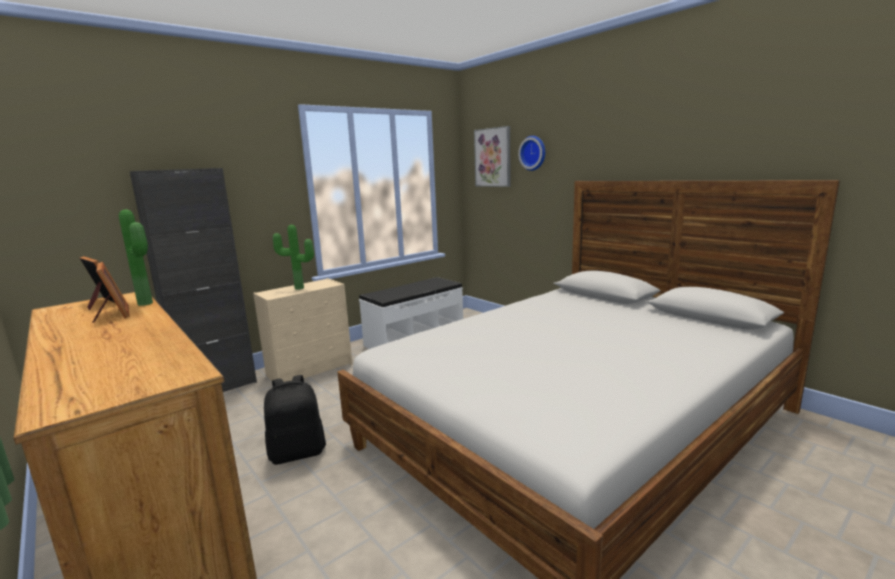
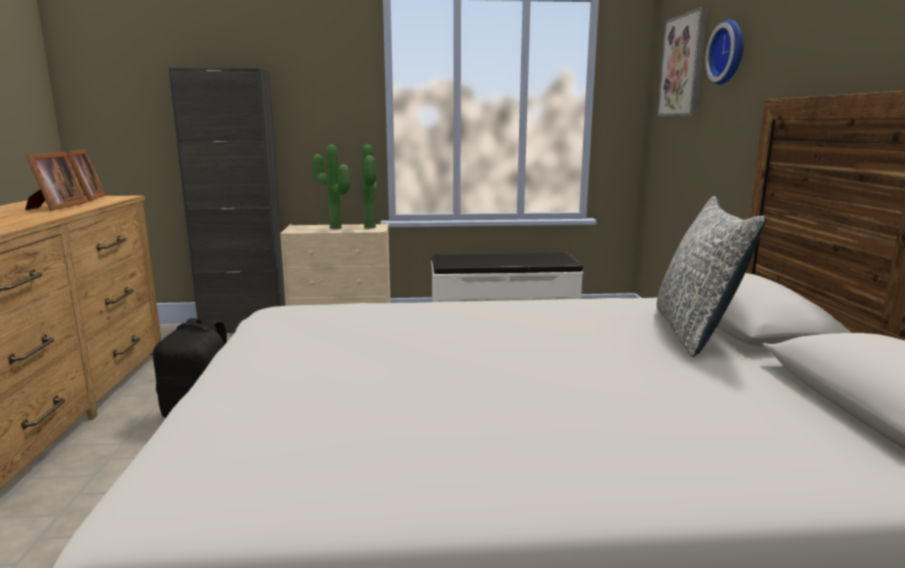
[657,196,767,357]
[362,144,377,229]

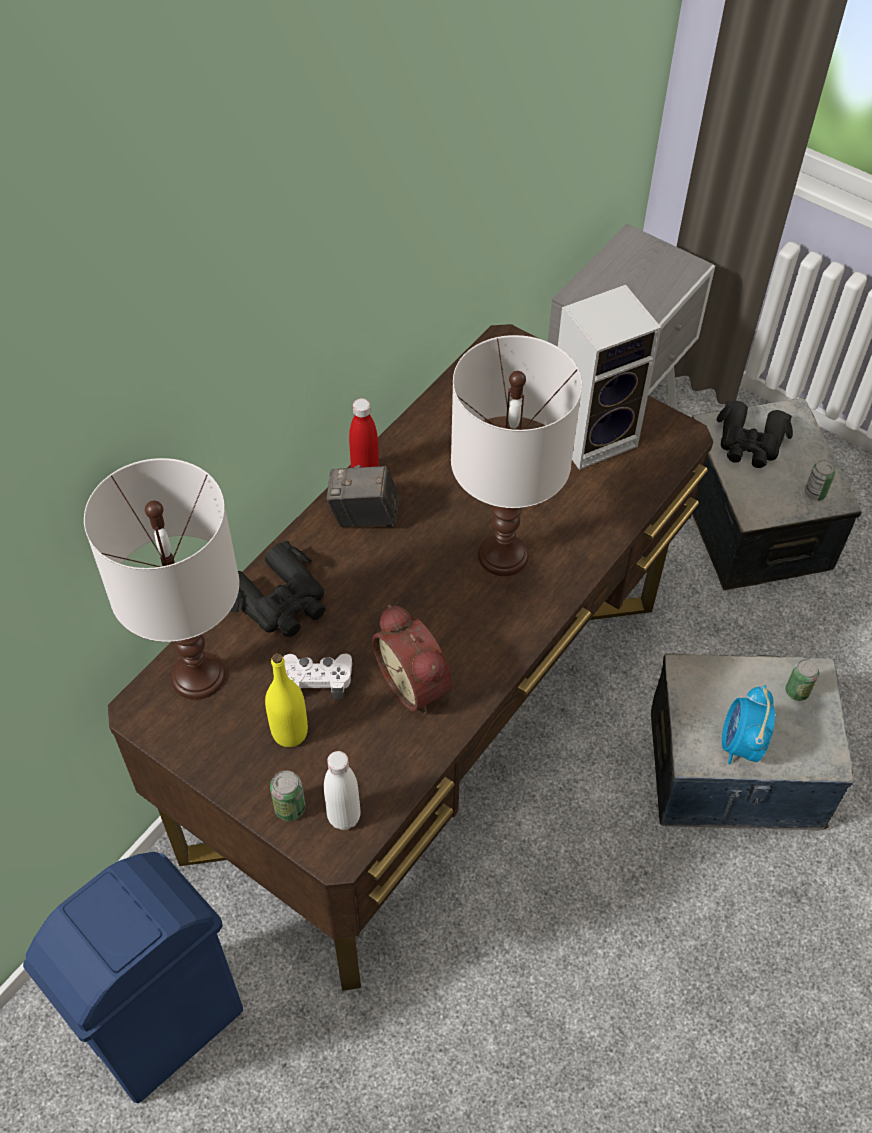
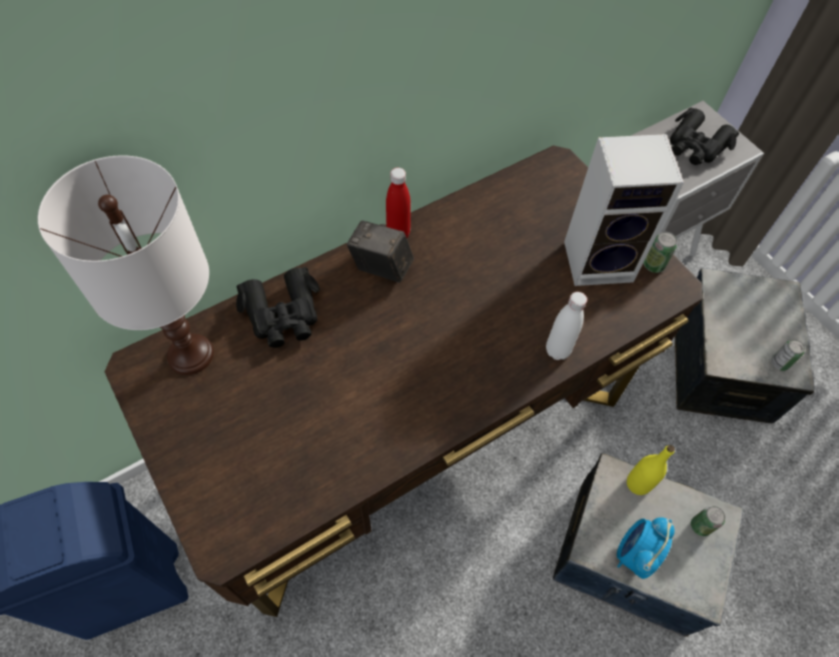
[283,654,352,699] (first image)
[372,605,453,714] (first image)
[451,335,582,576] (first image)
[627,445,675,495]
[643,232,677,273]
[546,292,587,360]
[670,107,739,165]

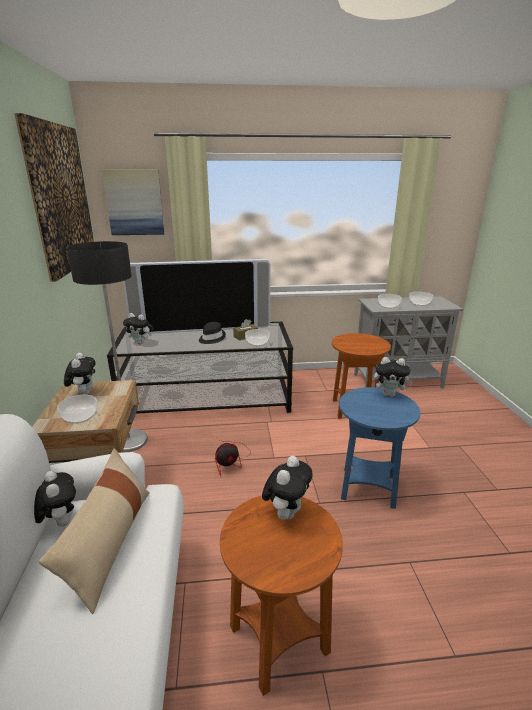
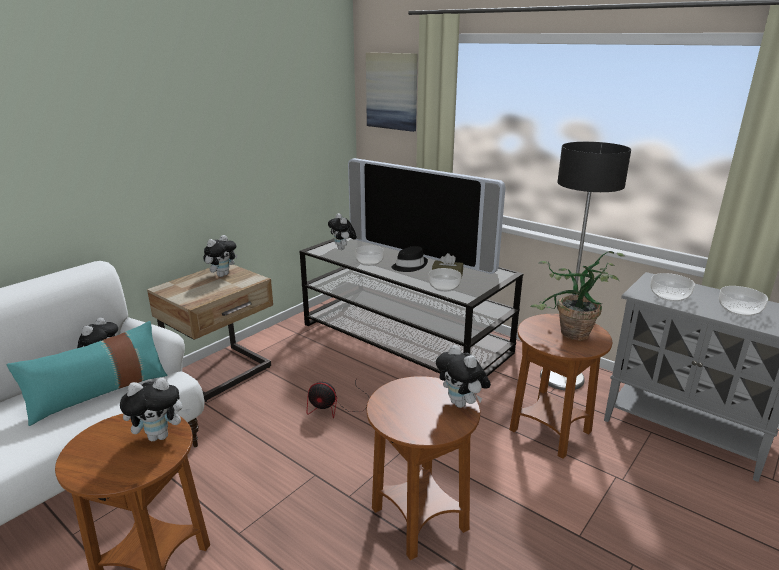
[14,113,94,282] (first image)
[530,251,626,341]
[355,245,384,266]
[540,142,631,390]
[7,321,168,426]
[367,376,480,560]

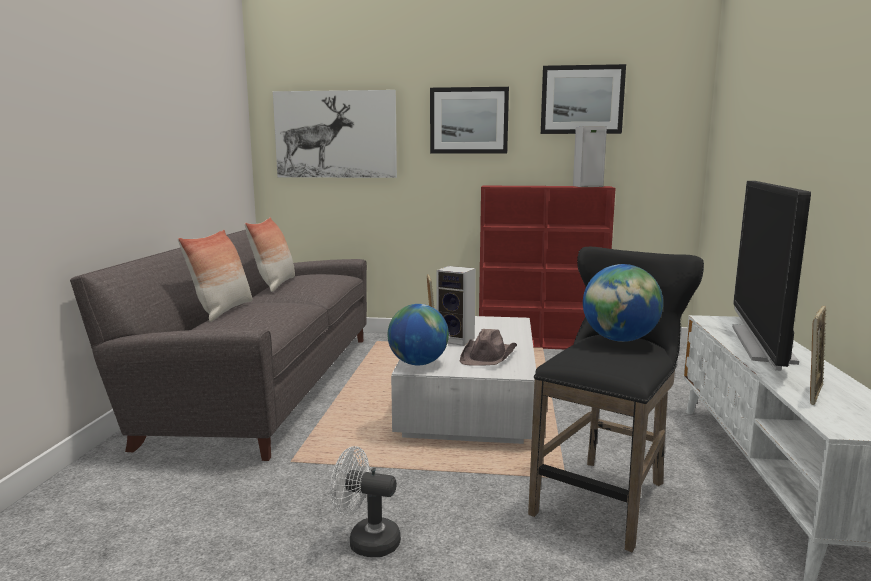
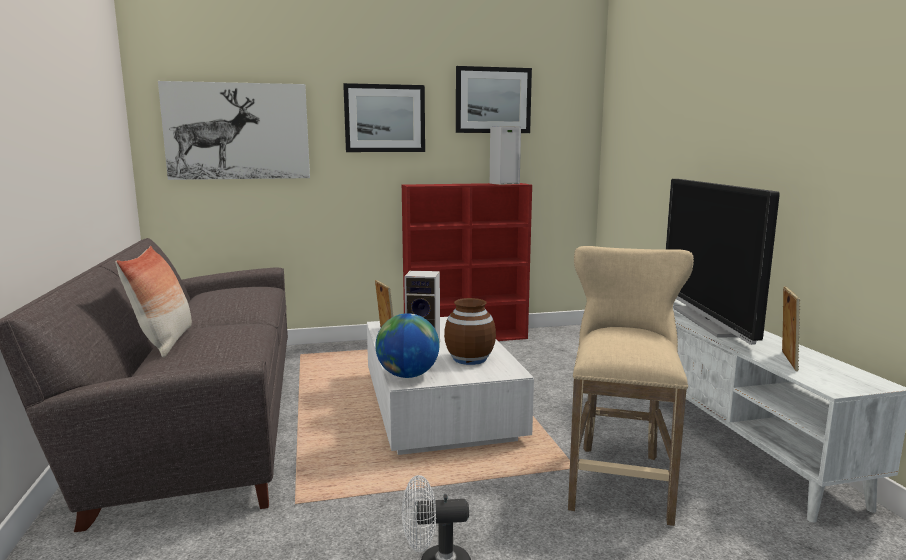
[245,217,295,292] (first image)
[583,264,663,342] (first image)
[444,298,496,365]
[568,246,694,526]

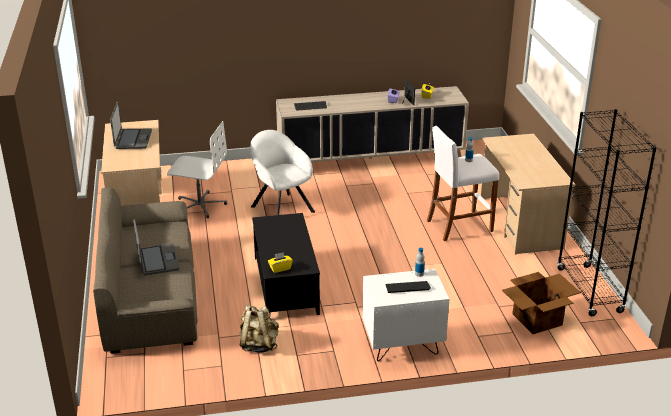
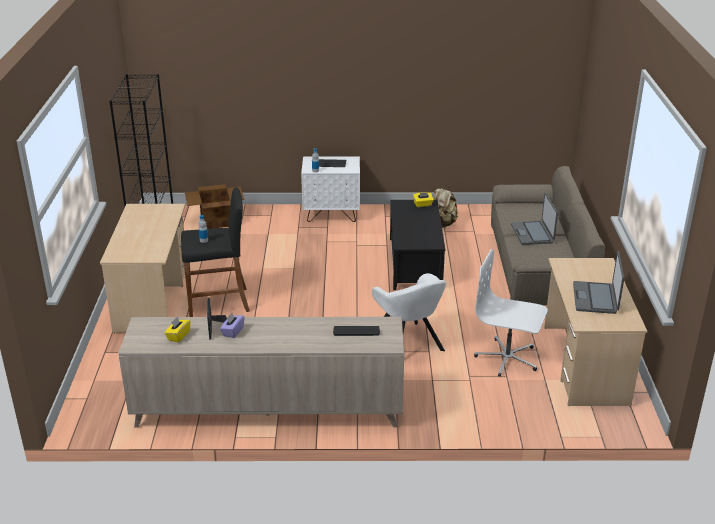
[181,187,250,317]

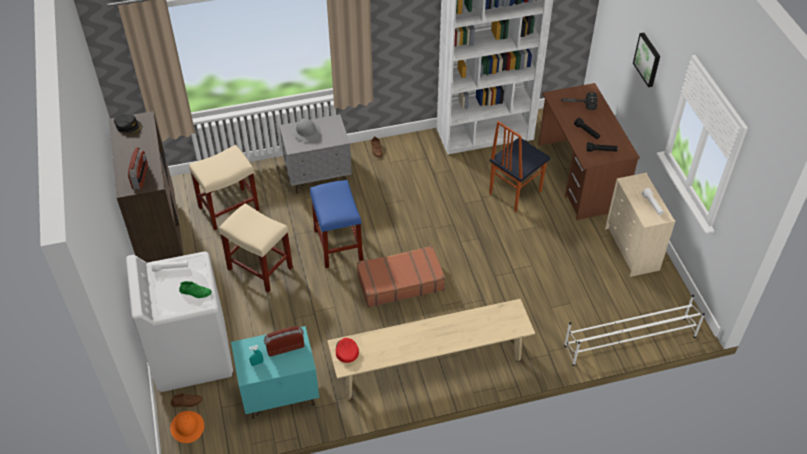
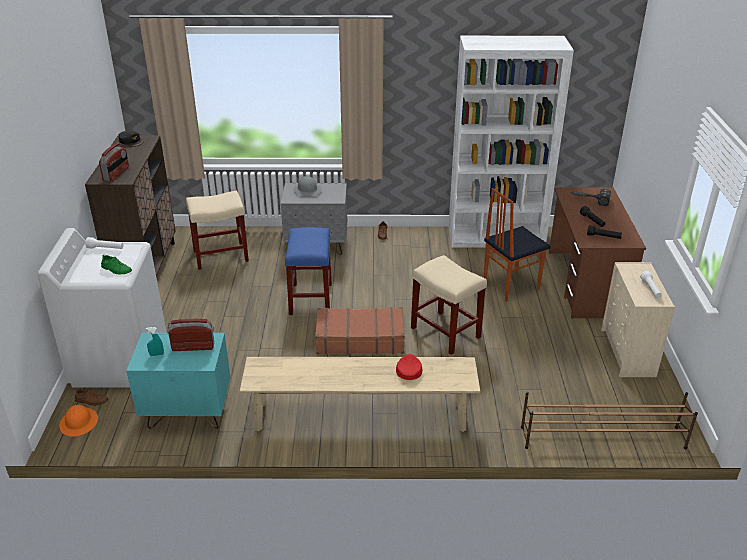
[633,33,660,87] (first image)
[411,255,487,355]
[396,354,422,380]
[521,392,698,449]

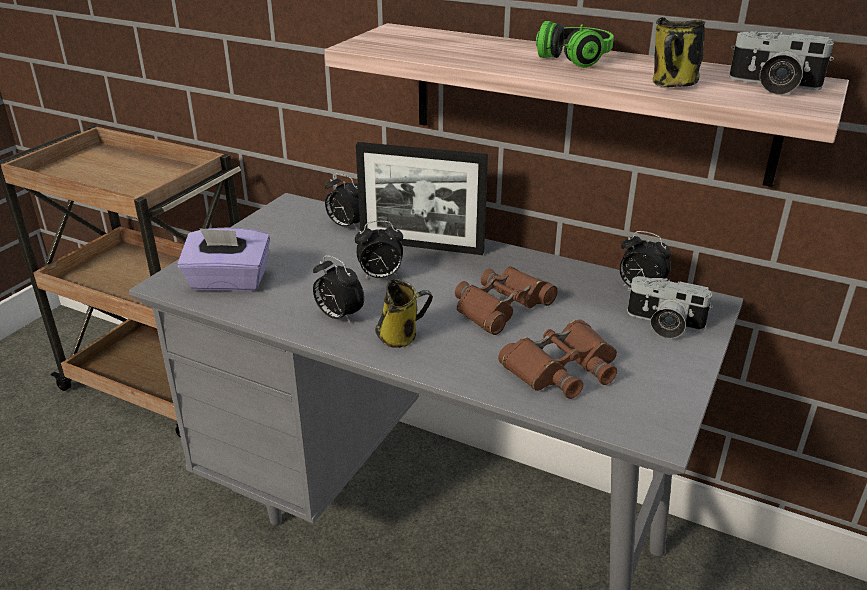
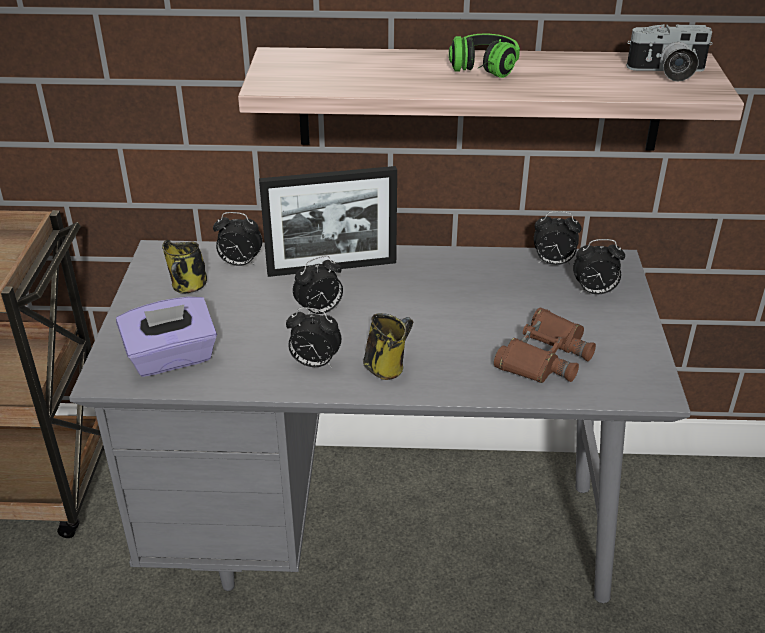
[455,266,558,335] (first image)
[162,240,207,293]
[573,239,625,294]

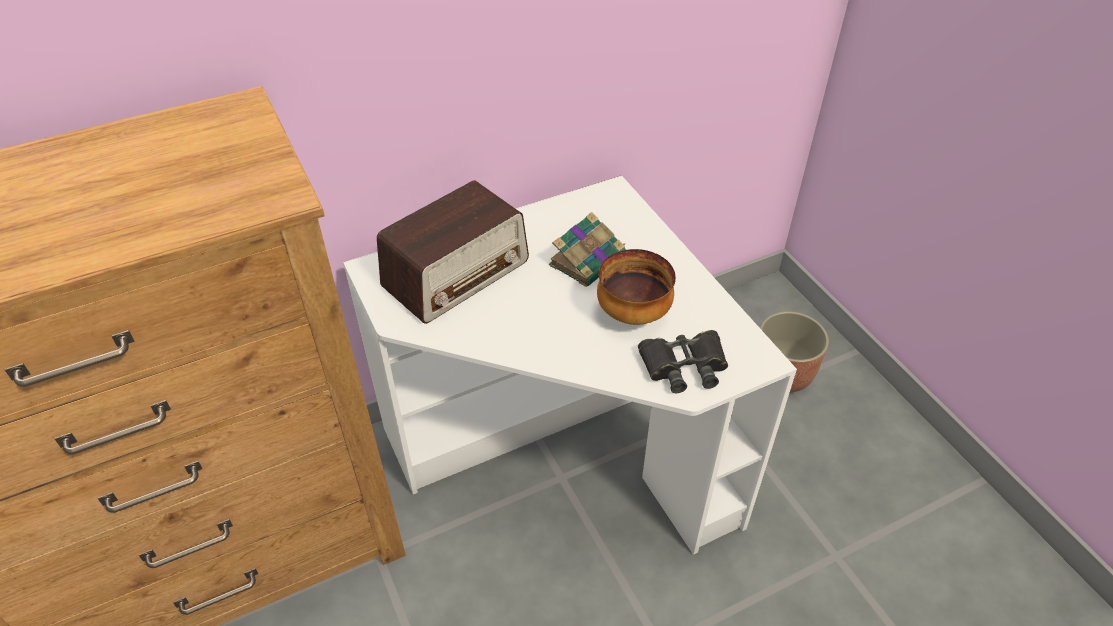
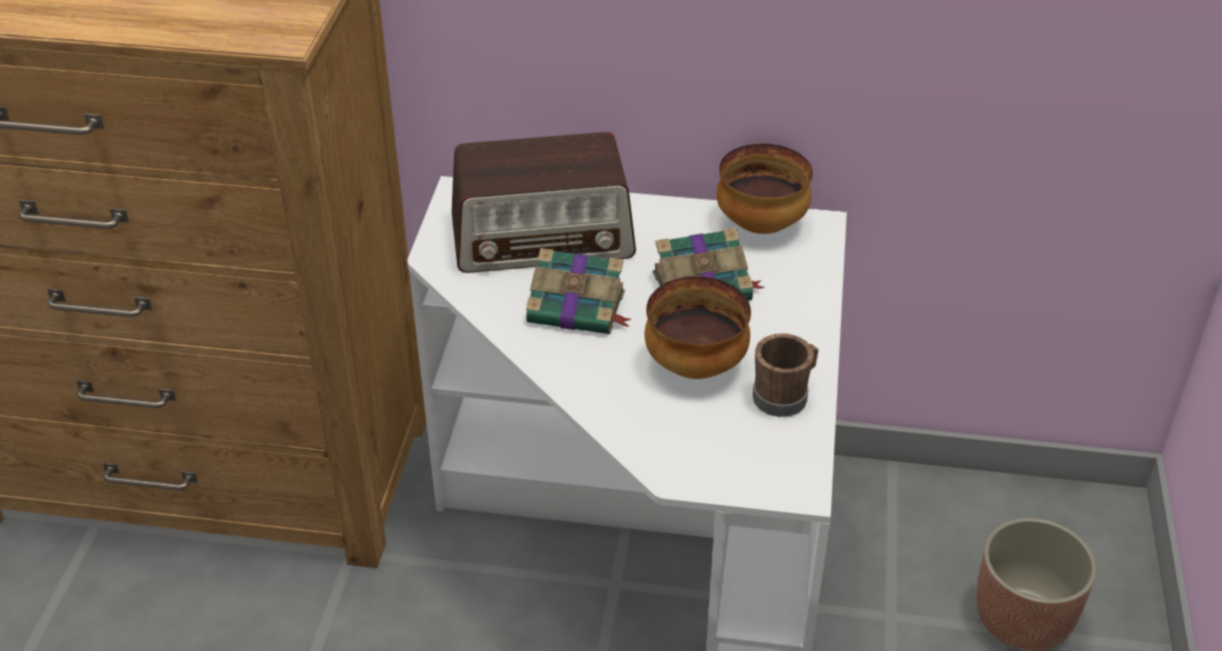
[638,330,728,393] (first image)
[526,248,631,334]
[717,144,813,234]
[753,333,819,417]

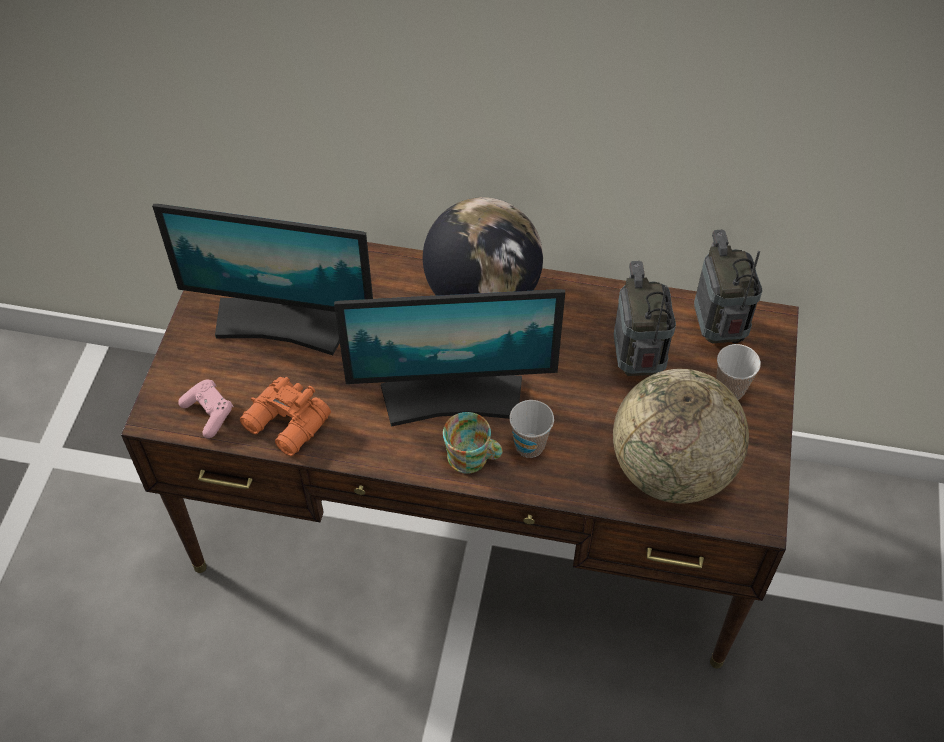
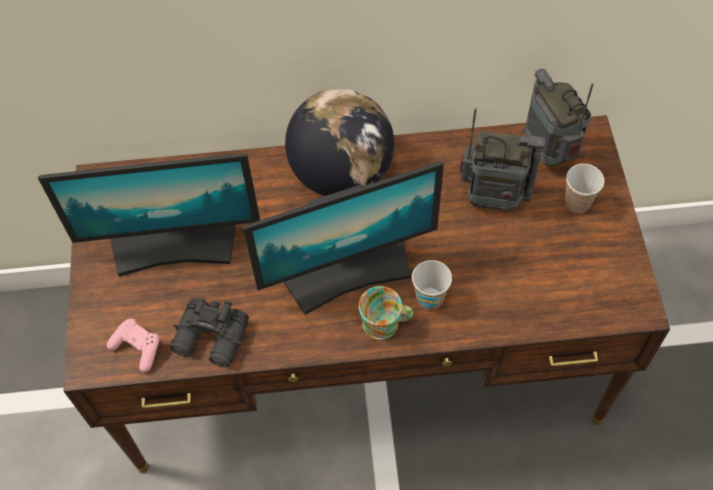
[613,369,749,504] (first image)
[170,298,249,368]
[460,108,546,211]

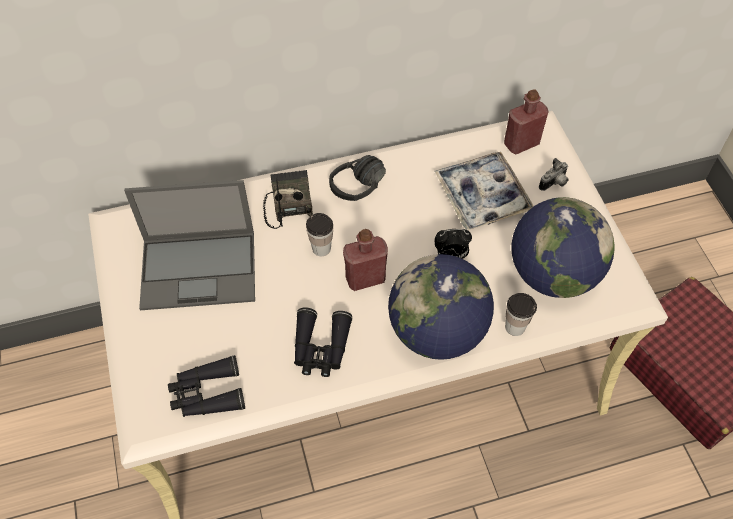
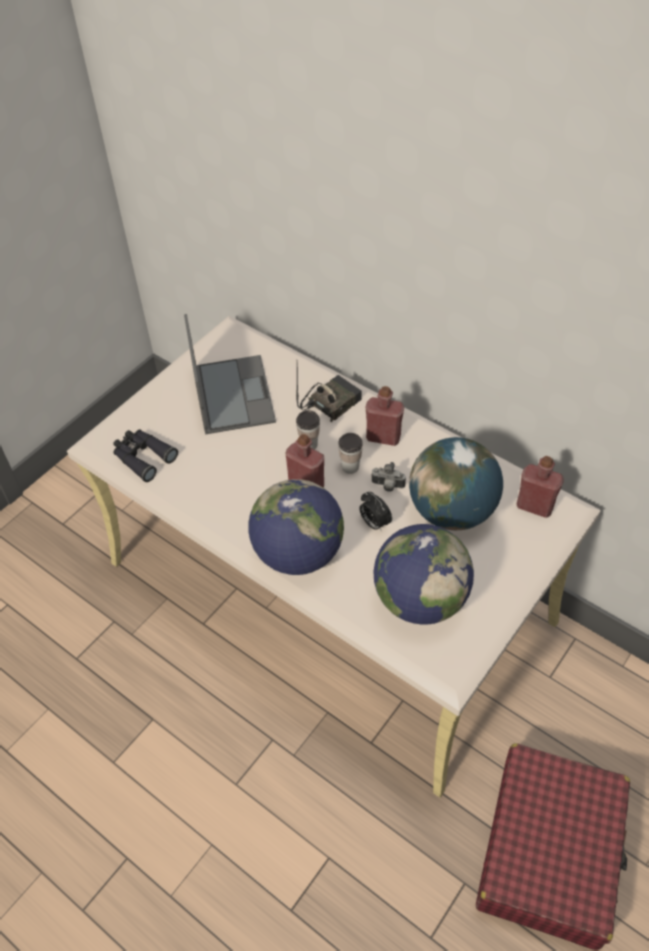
[294,308,352,377] (first image)
[338,433,363,474]
[371,462,406,492]
[366,386,404,446]
[409,437,503,530]
[184,314,276,434]

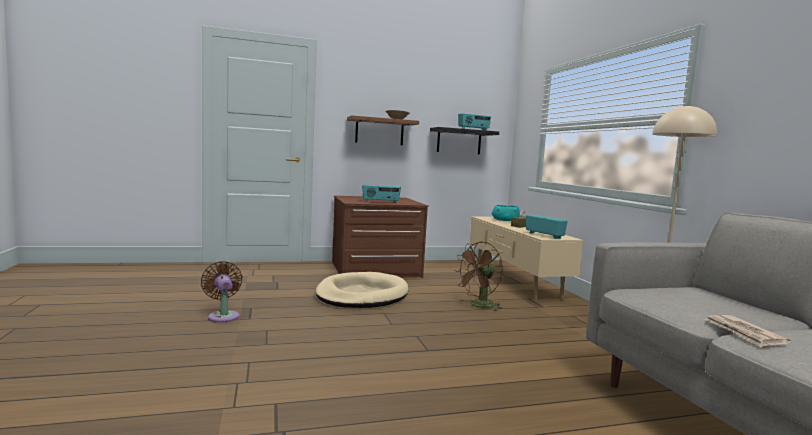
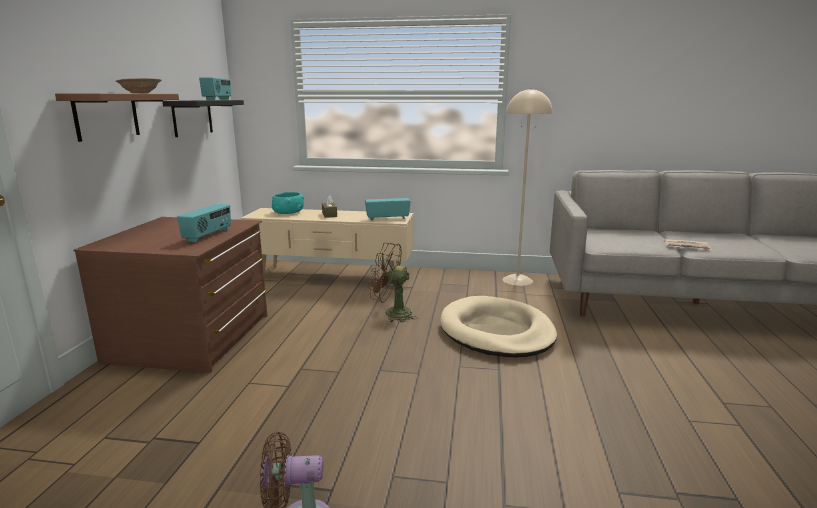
[440,296,557,357]
[368,243,418,322]

